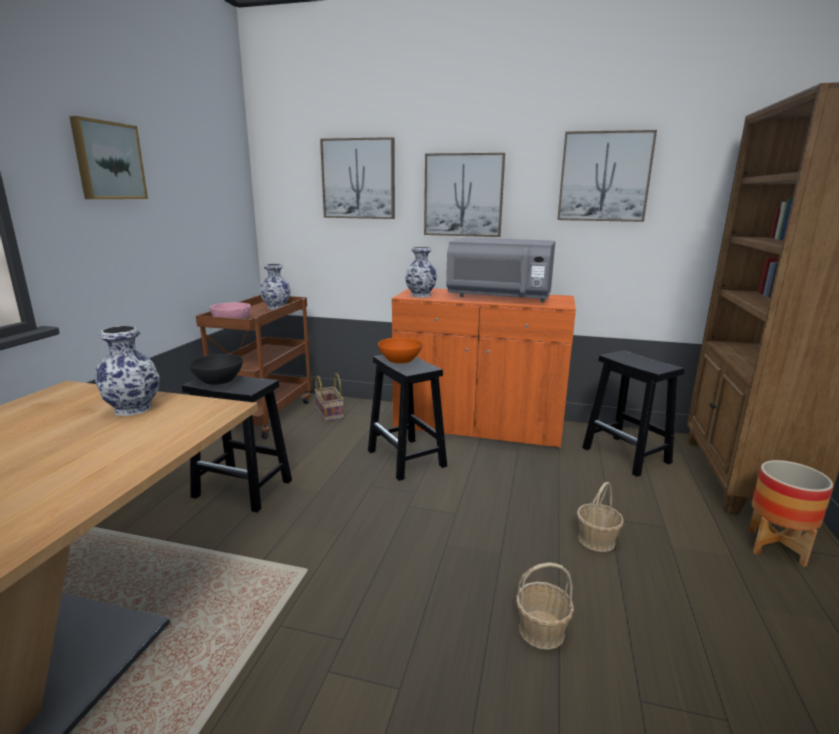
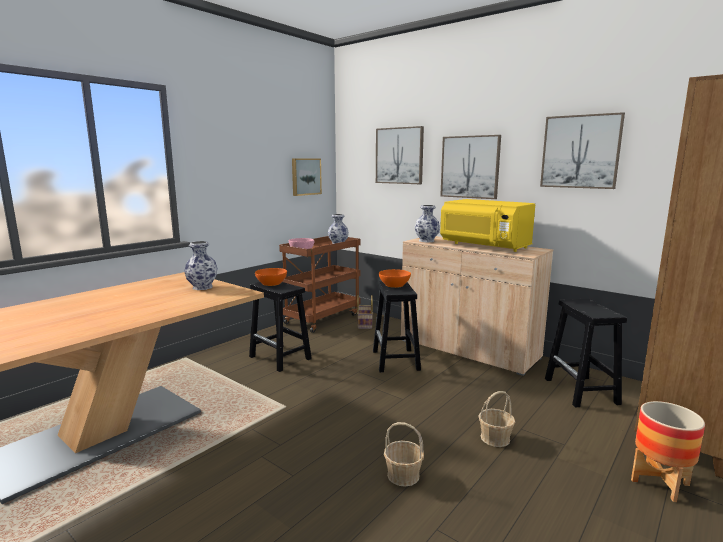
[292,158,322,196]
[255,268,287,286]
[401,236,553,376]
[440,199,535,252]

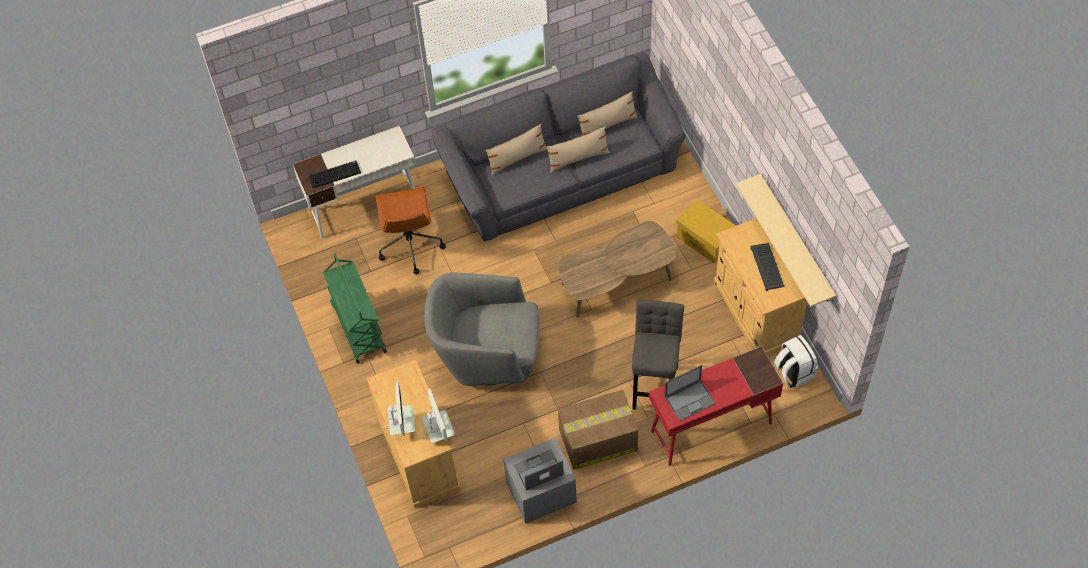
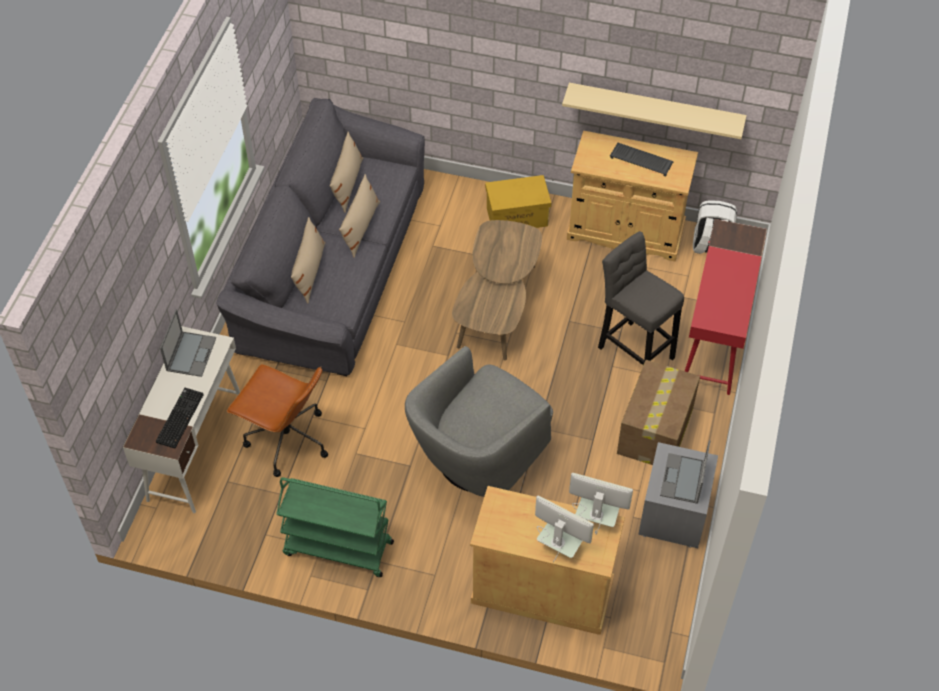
[160,309,216,377]

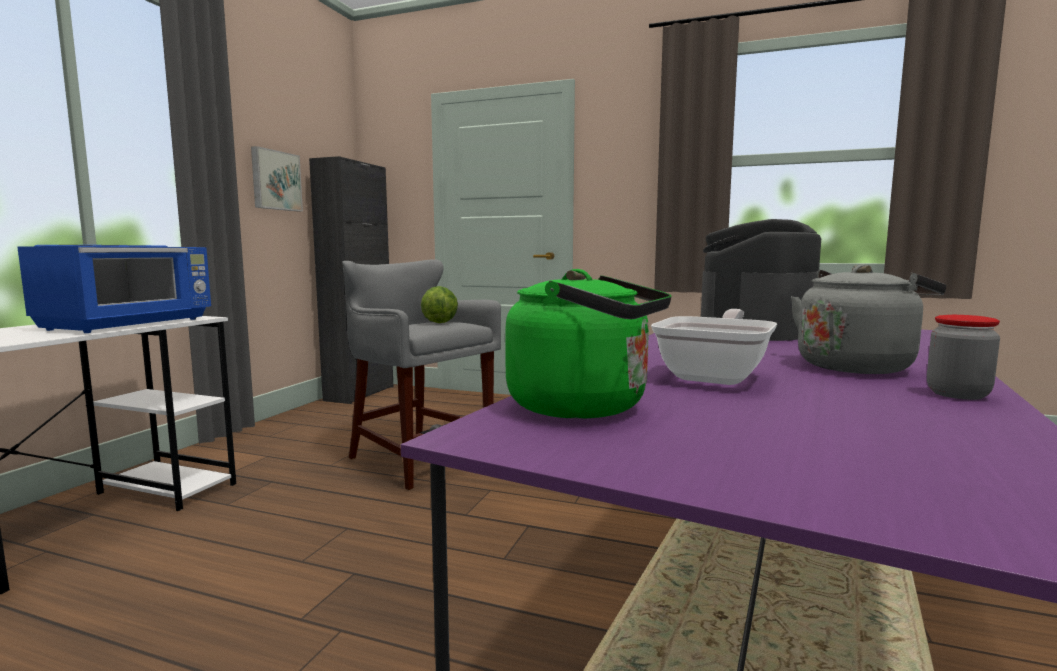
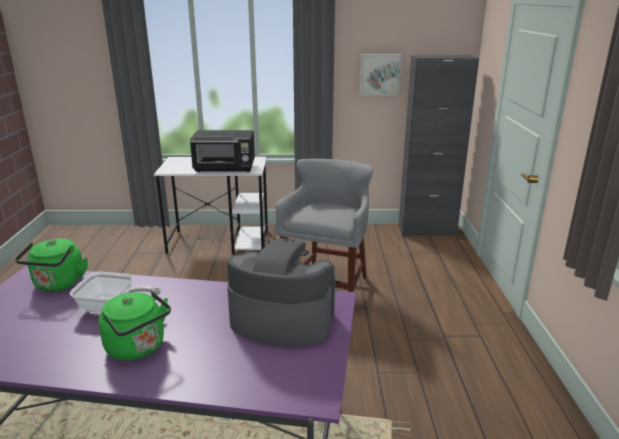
[421,286,458,323] (first image)
[927,315,1000,400] (first image)
[190,130,255,172]
[99,291,171,360]

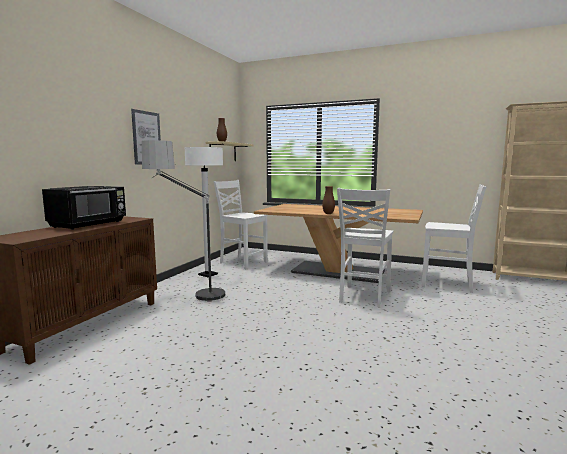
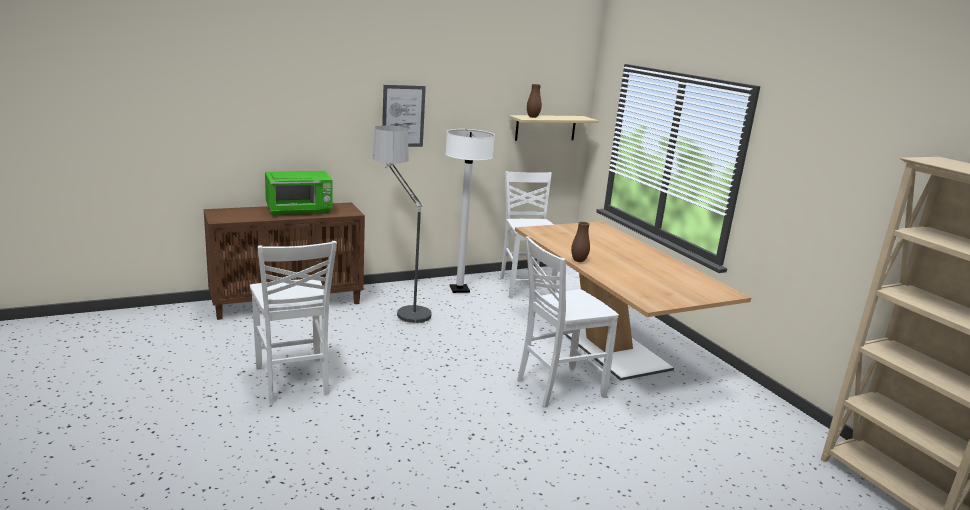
[250,241,337,404]
[265,171,333,215]

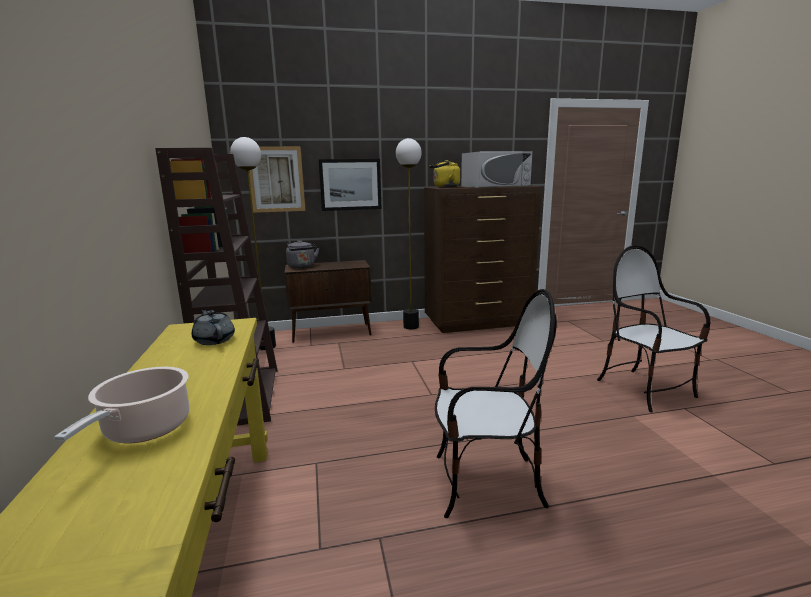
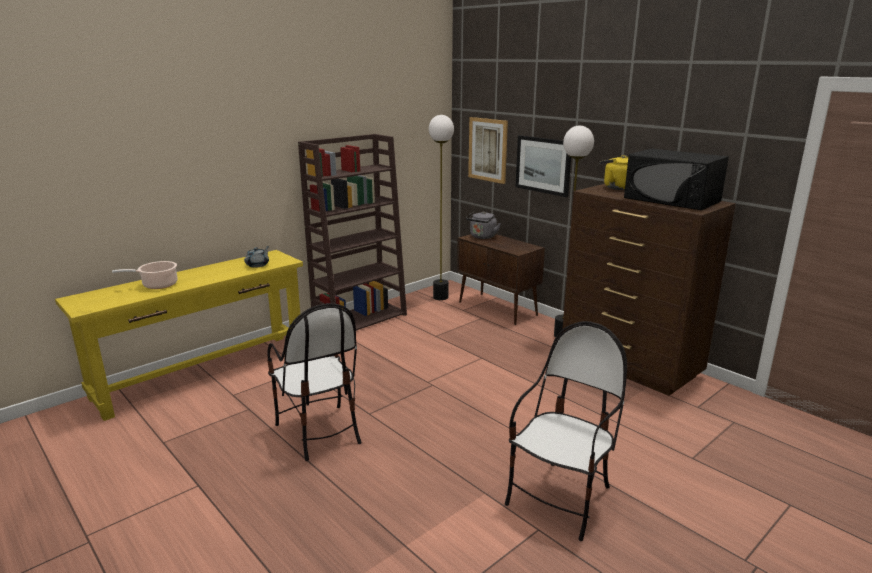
[624,149,729,210]

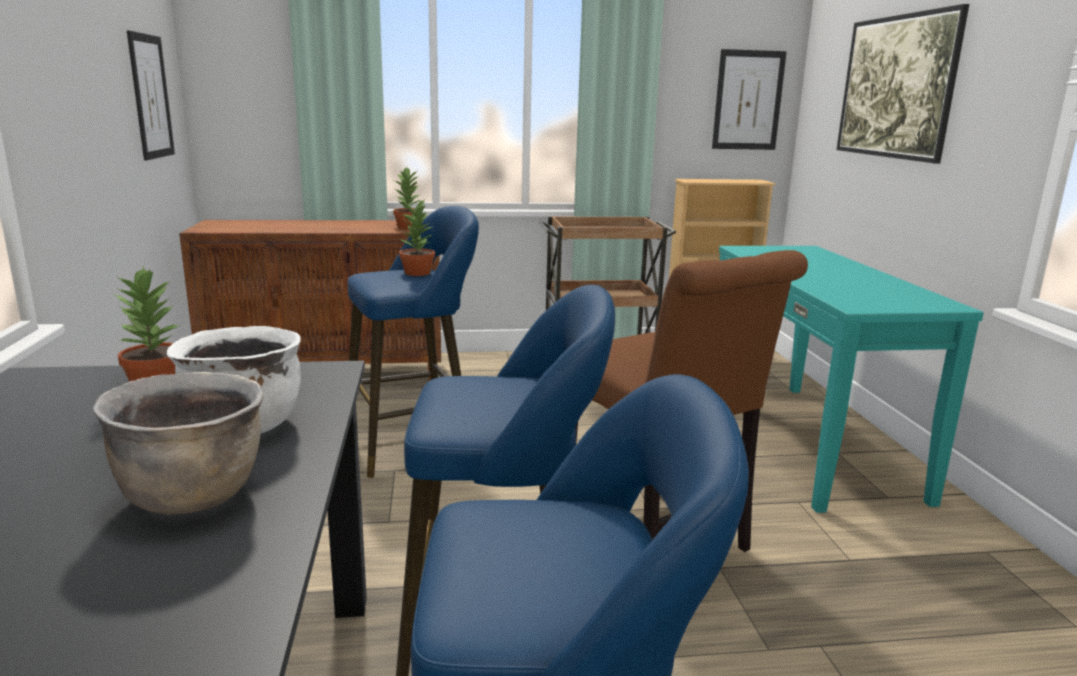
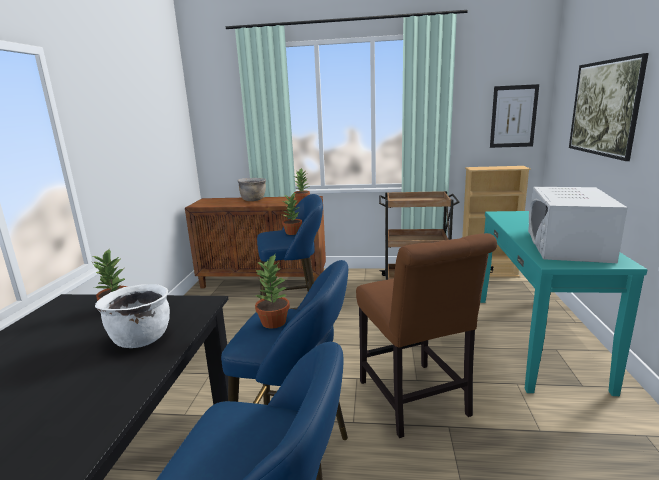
[127,30,175,161] (first image)
[254,255,290,328]
[528,187,628,263]
[237,178,266,201]

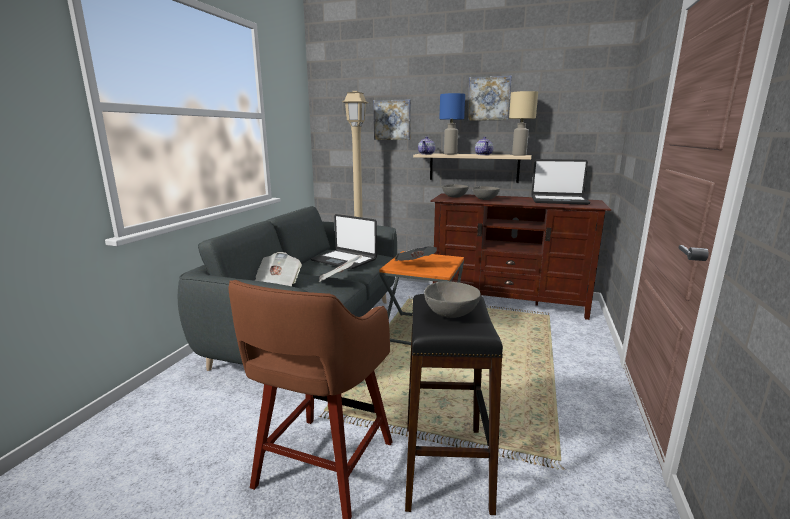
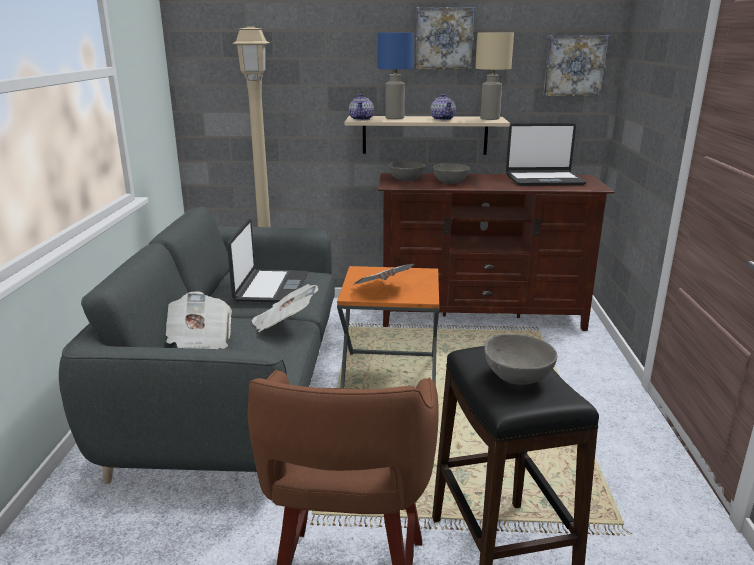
[543,35,609,96]
[227,219,308,303]

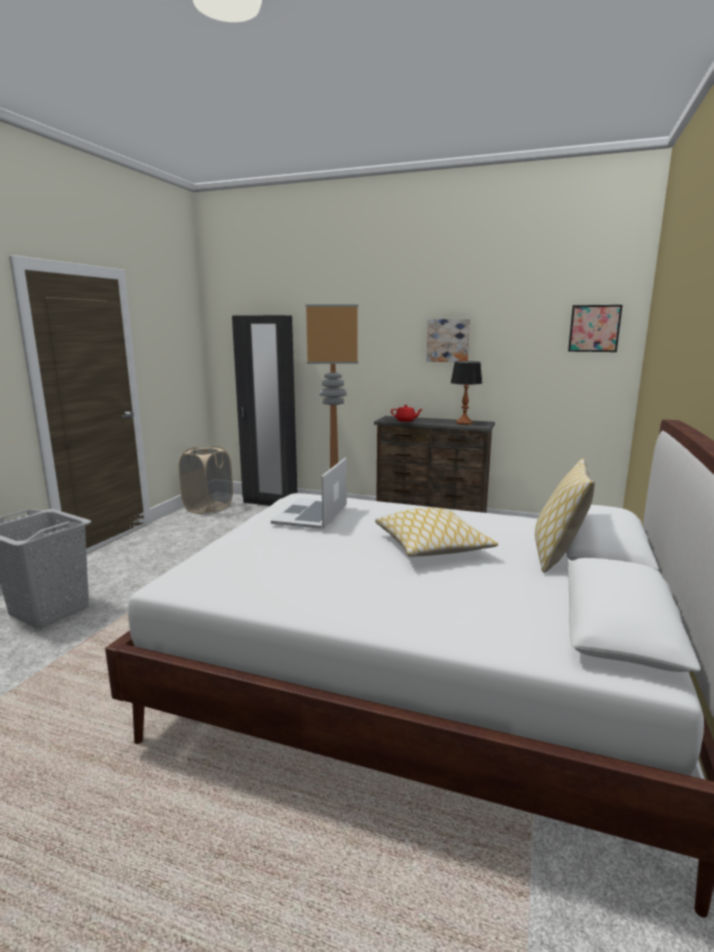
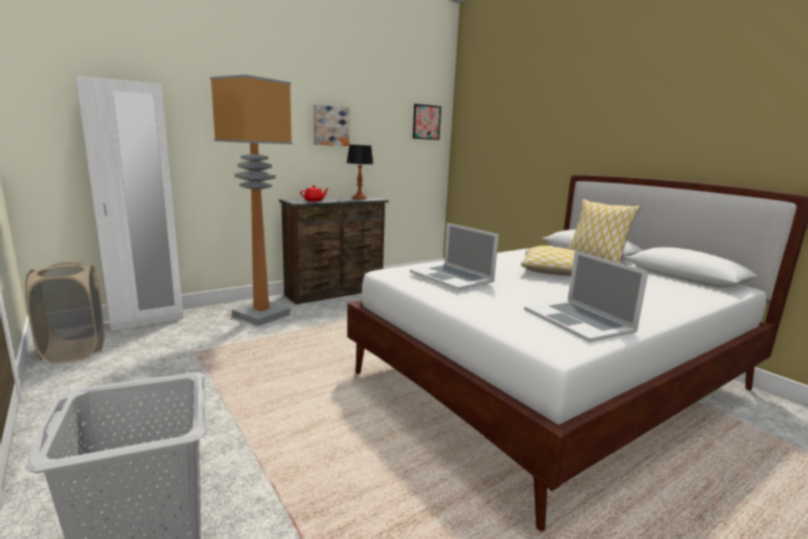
[524,250,648,342]
[75,75,184,331]

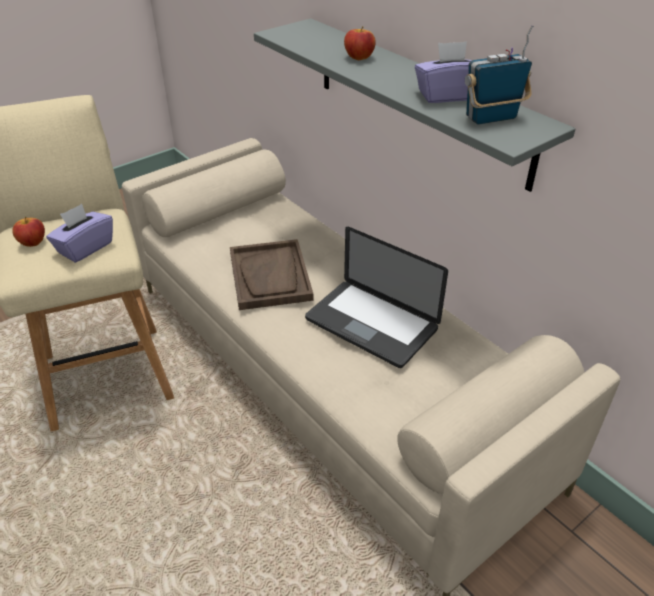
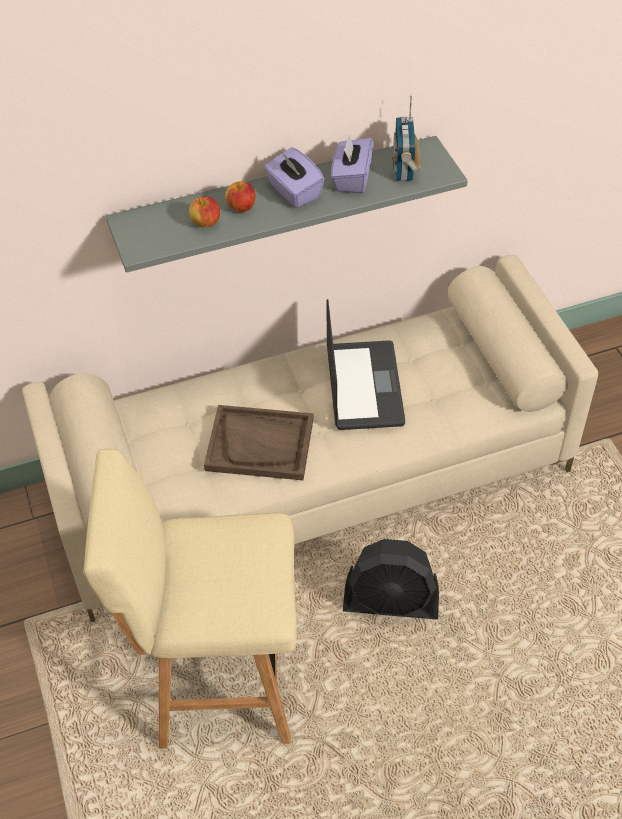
[343,539,439,619]
[189,197,220,227]
[264,147,325,208]
[326,299,405,430]

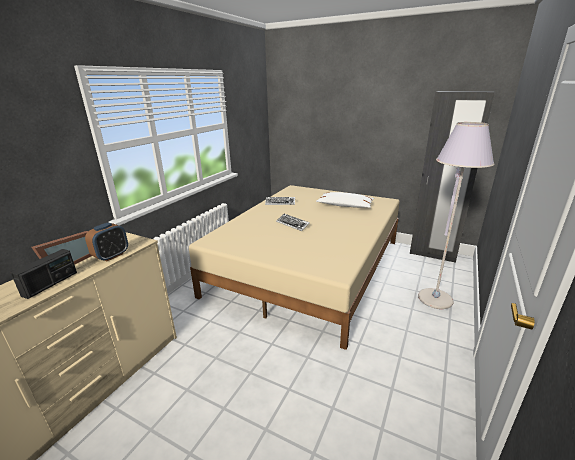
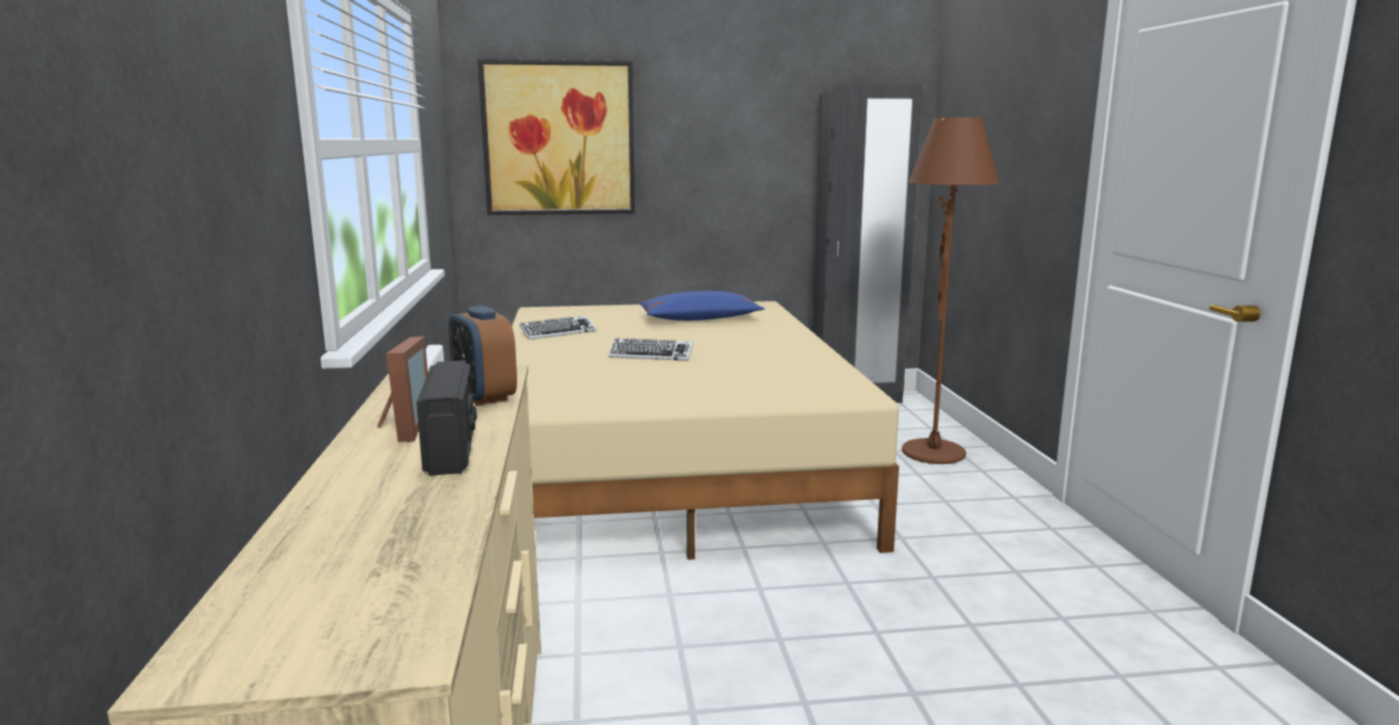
[478,59,635,215]
[639,291,765,321]
[902,117,1000,464]
[449,306,517,406]

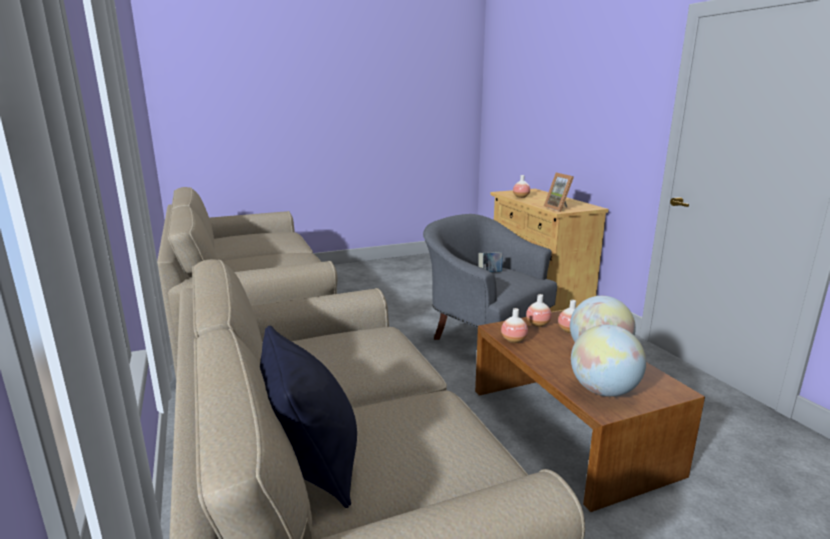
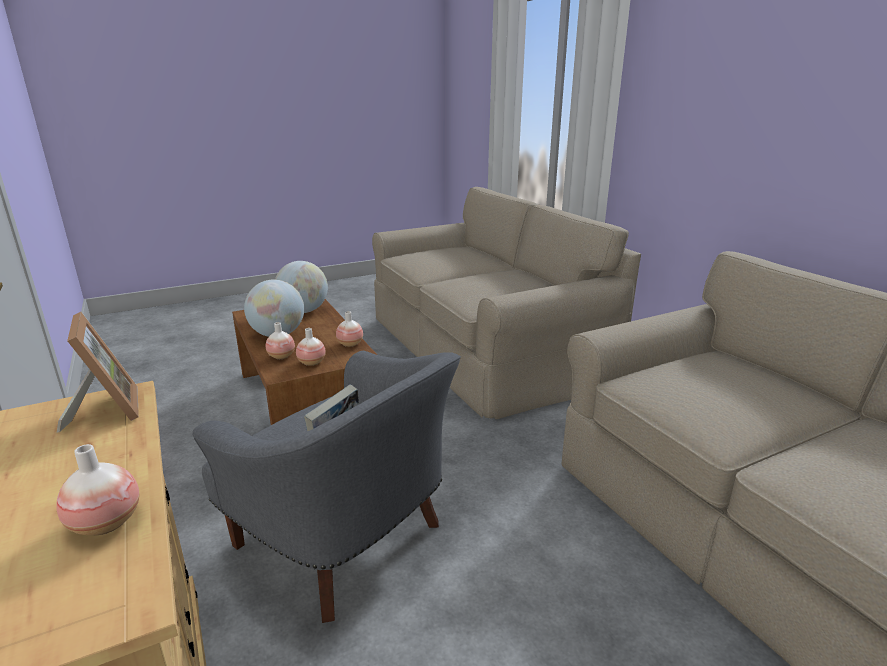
[260,326,357,508] (first image)

